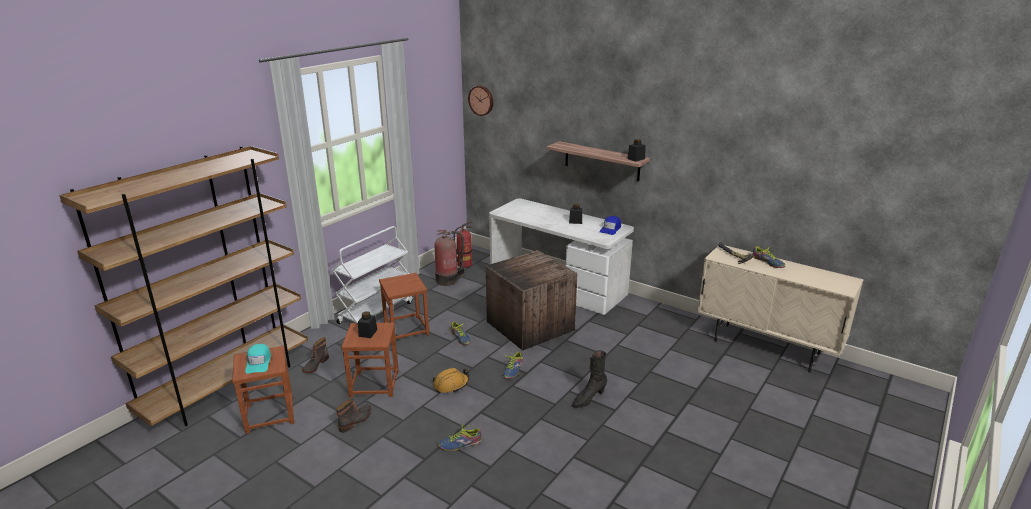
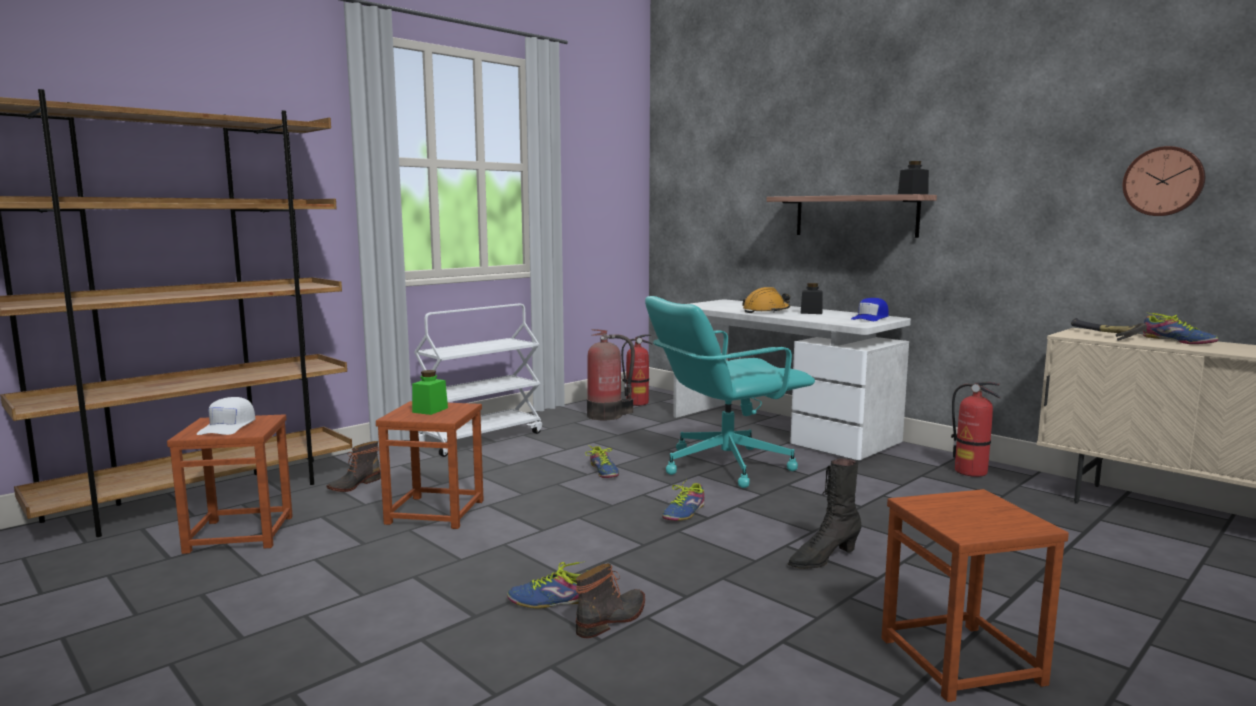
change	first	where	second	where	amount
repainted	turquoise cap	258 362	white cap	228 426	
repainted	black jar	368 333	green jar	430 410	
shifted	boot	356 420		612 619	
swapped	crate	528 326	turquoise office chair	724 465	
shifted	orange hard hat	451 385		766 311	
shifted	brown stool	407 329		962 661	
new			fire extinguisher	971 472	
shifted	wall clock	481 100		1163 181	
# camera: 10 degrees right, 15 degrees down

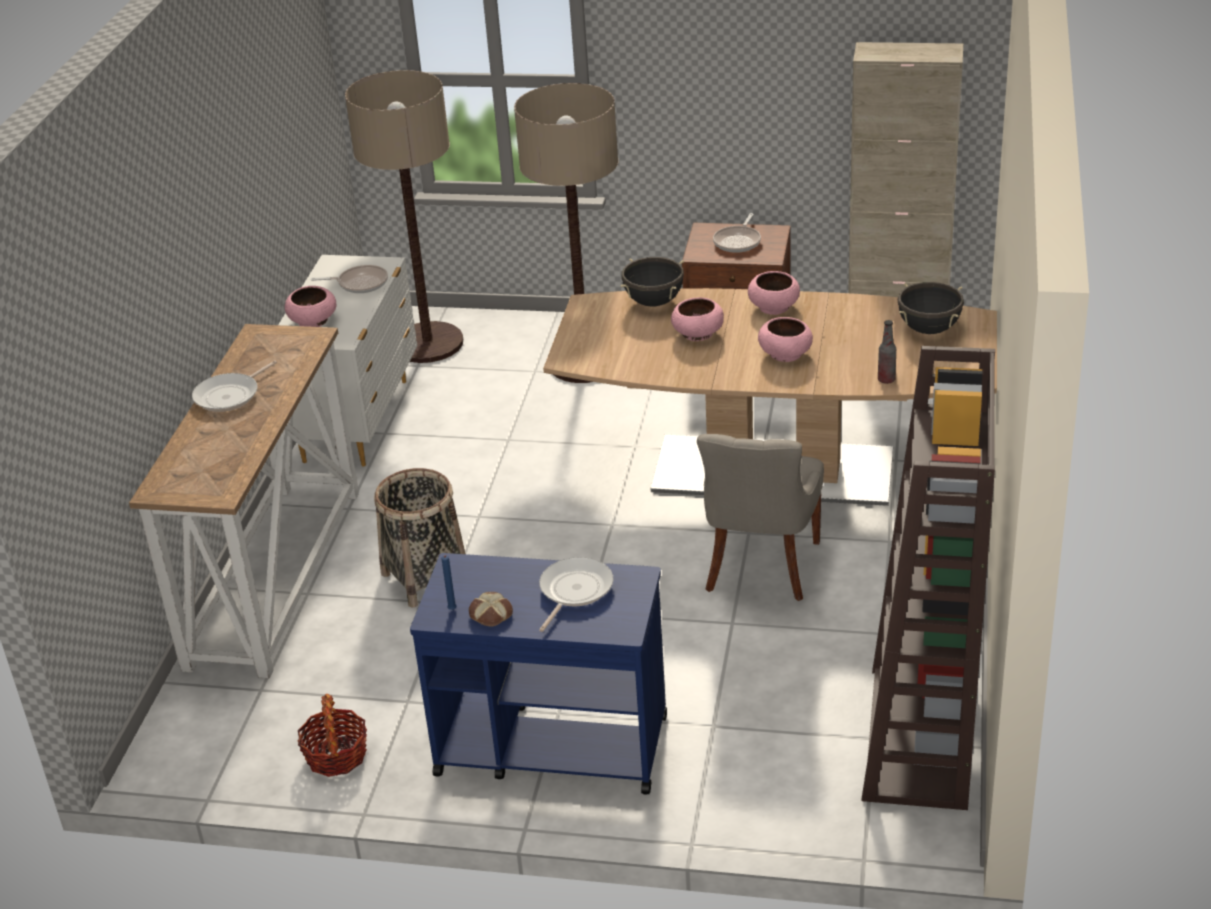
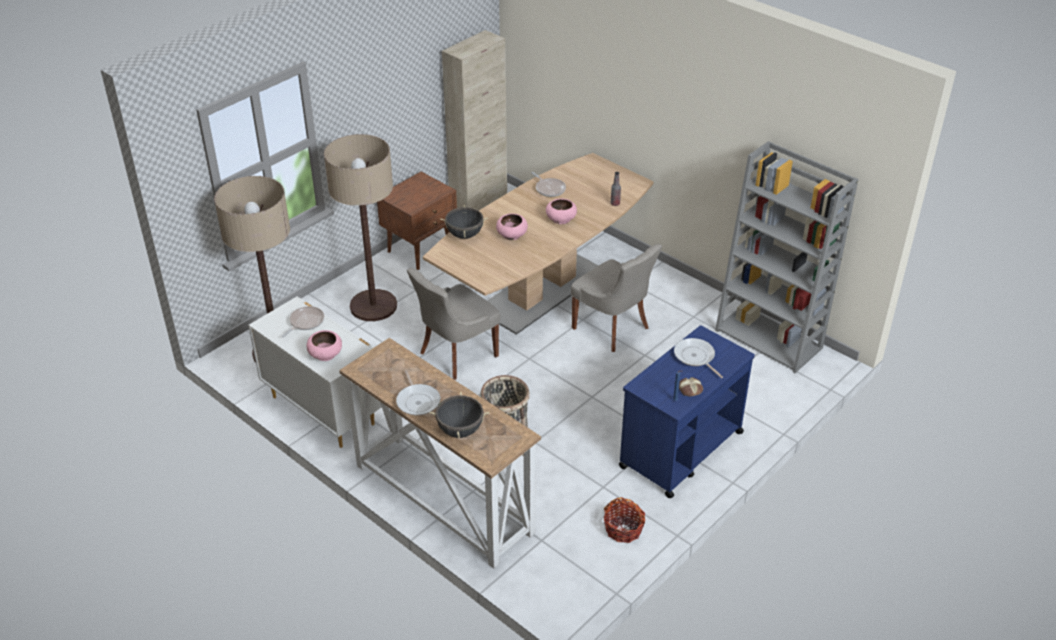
change	first	where	second	where	amount
new			grey chair	456 354	
shifted	black cooking pot	929 329		460 430	
shifted	frying pan	738 241		549 189	
repainted	brown bookcase	920 738	grey bookcase	769 339	
gone	pink bowl	774 307			
# camera: 60 degrees left, 5 degrees up

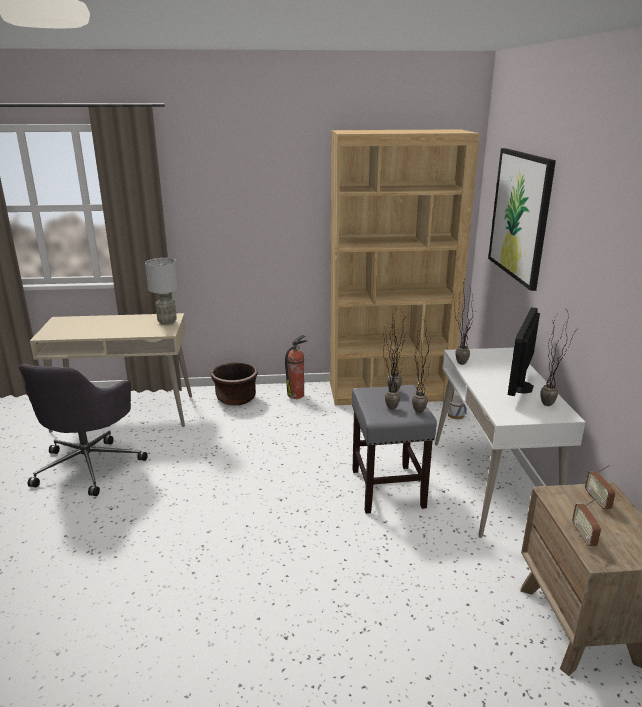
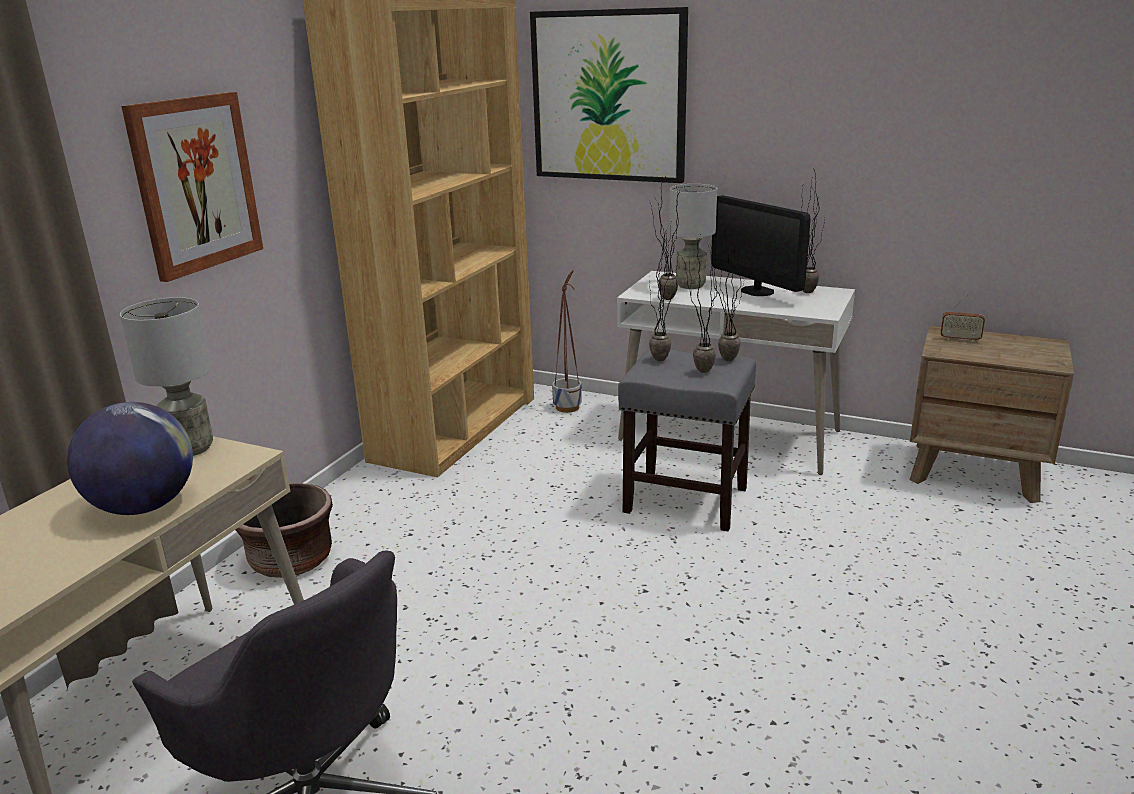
change	first	where	second	where	amount
new			globe	144 507	
new			picture	195 184	
new			grey table lamp	691 286	
gone	fire extinguisher	296 394			
gone	radio	583 536			
# camera: 60 degrees left, 0 degrees up

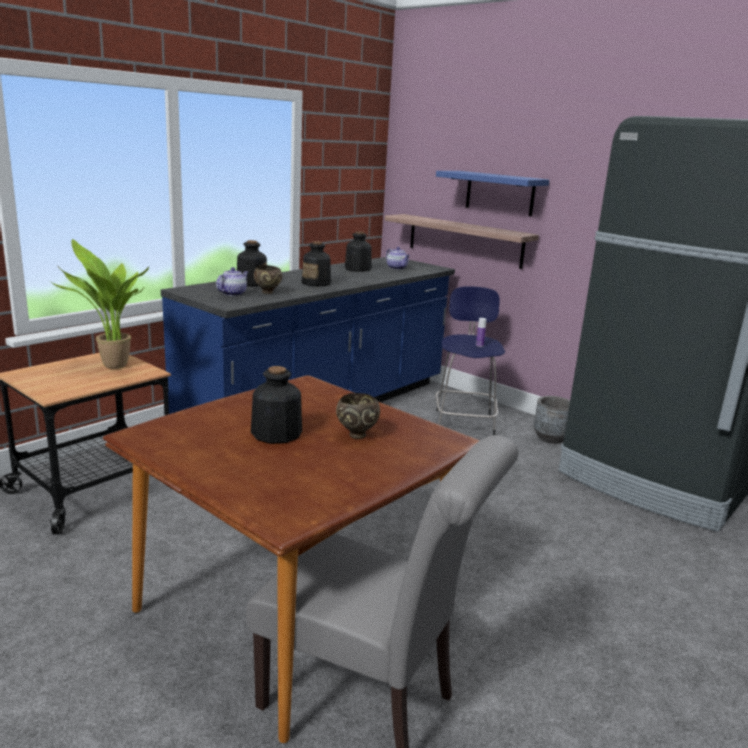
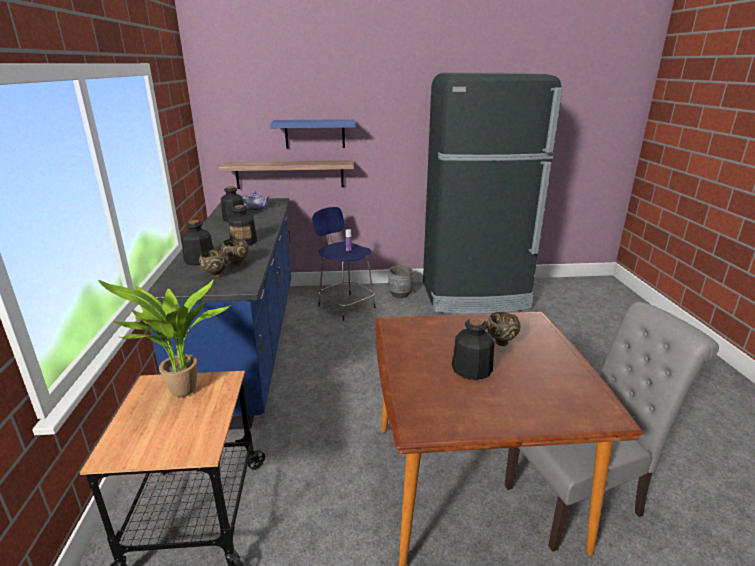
change	first	where	second	where	amount
swapped	teapot	233 294	brown bowl	216 276	
# camera: 45 degrees left, 5 degrees up

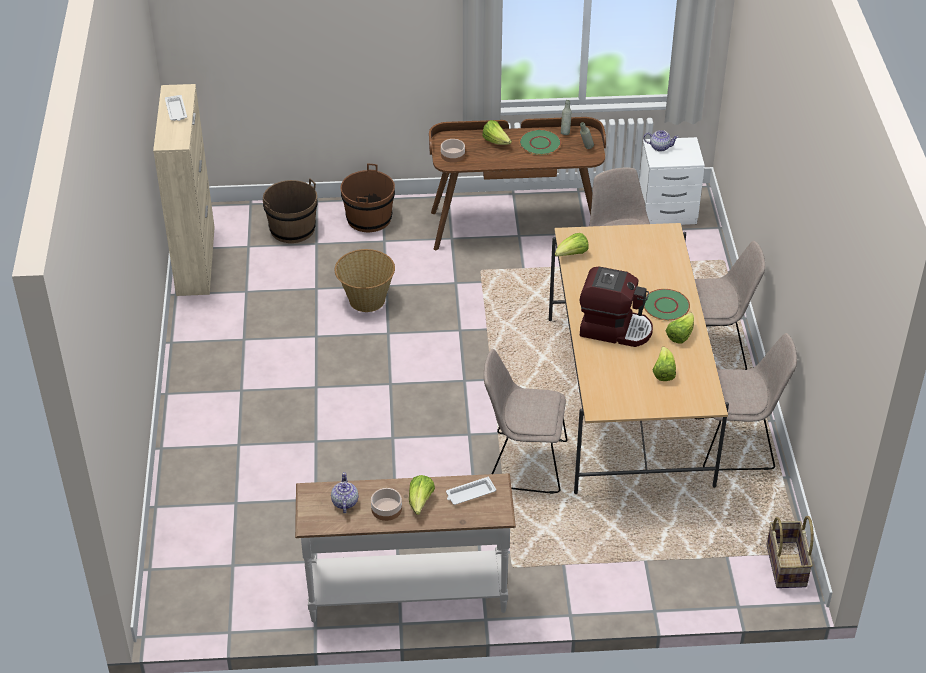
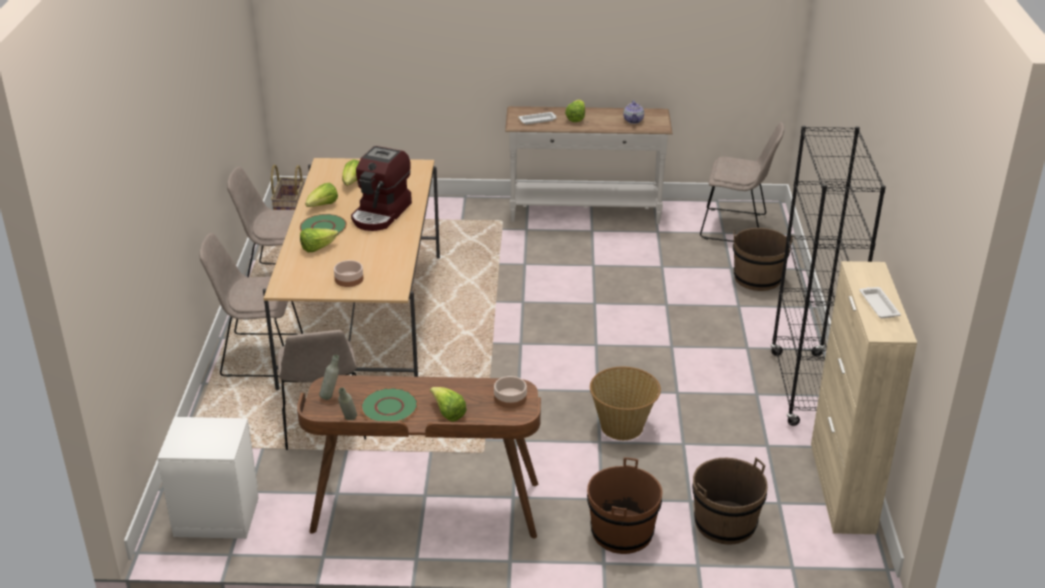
change	first	where	second	where	amount
shifted	lettuce	572 254		317 248	
shifted	bowl	386 508		349 279	
rotated	coffee machine	614 328		381 213	90 degrees counterclockwise
shifted	beige chair	523 463		736 227	
new			brown bucket	757 278	
new			black bookcase	805 389	
gone	teapot	659 147			
# camera: 175 degrees left, 10 degrees down

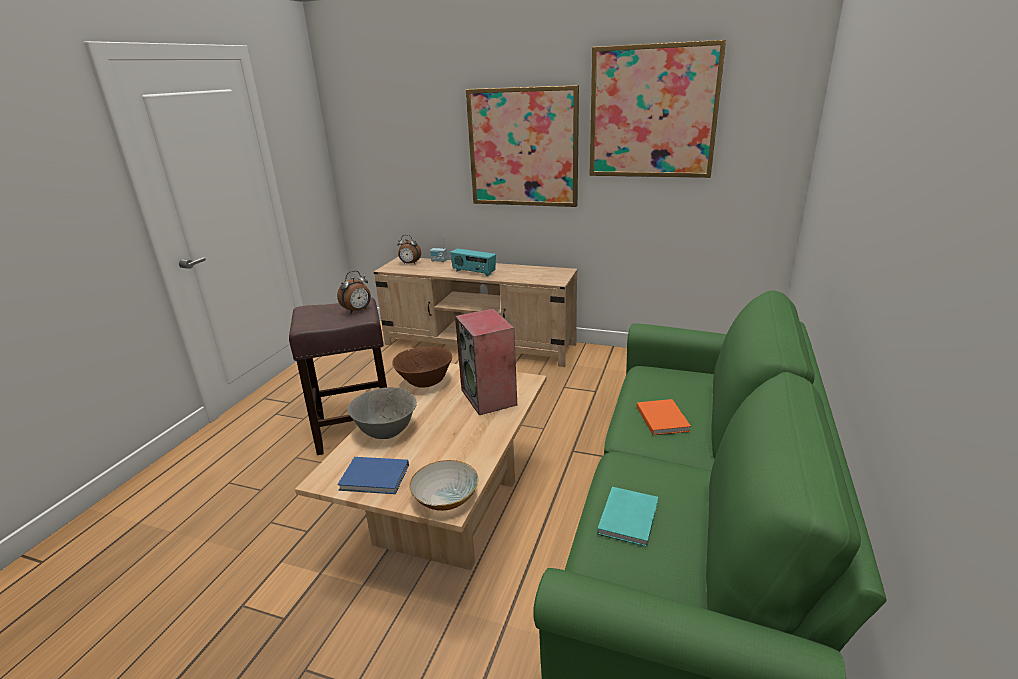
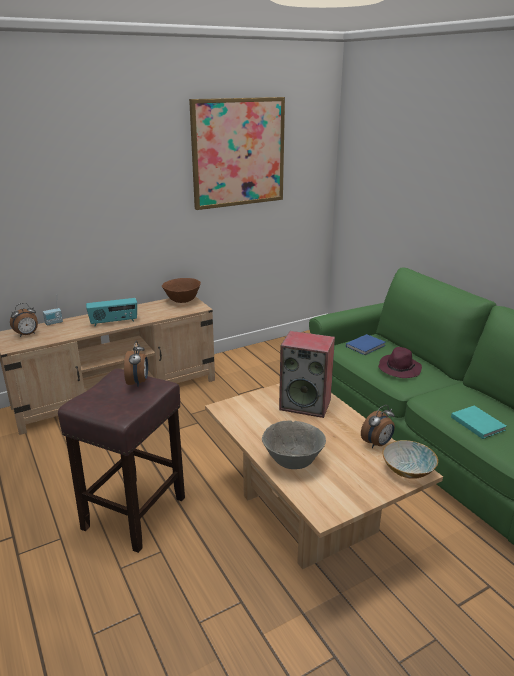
change	first	where	second	where	amount
shifted	brown bowl	425 383		182 301	
shifted	blue book	376 478		366 346	
new			alarm clock	377 444	
swapped	orange book	662 418	purple hat	399 369	
gone	picture	523 148			
# camera: 50 degrees left, 0 degrees up

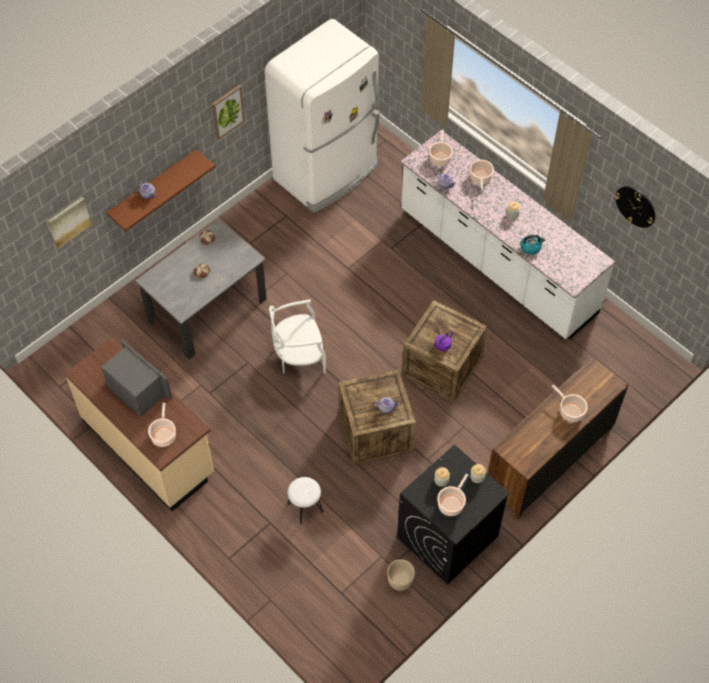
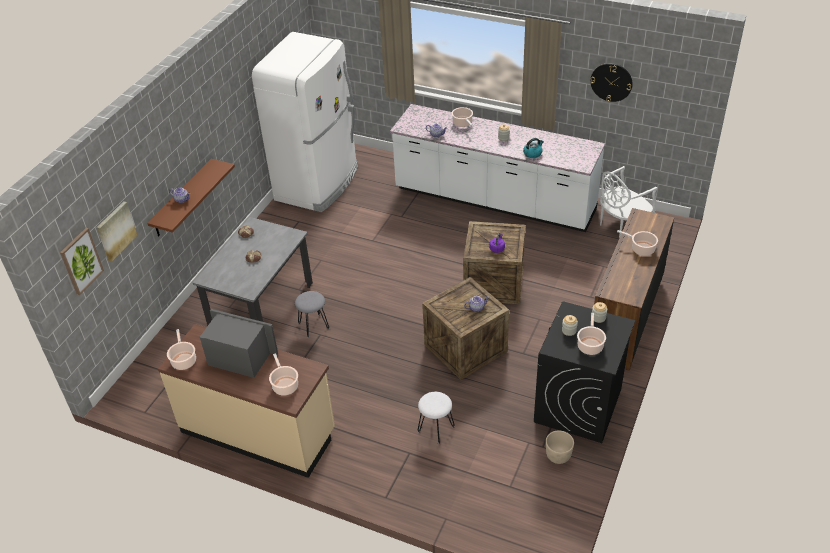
change	first	where	second	where	amount
shifted	picture	227 111		81 261	
shifted	cooking pot	440 158		183 360	
new			grey stool	314 326	
shifted	white chair	299 356		621 224	
# camera: 20 degrees left, 15 degrees down

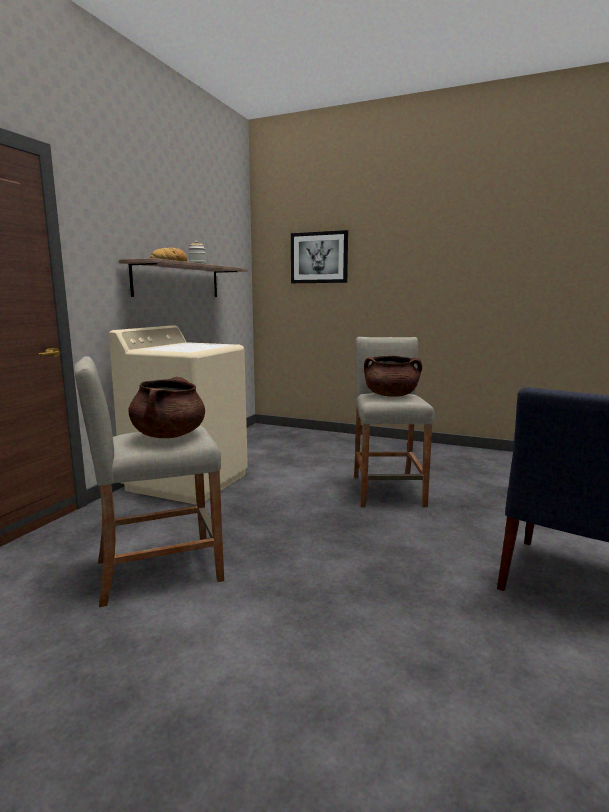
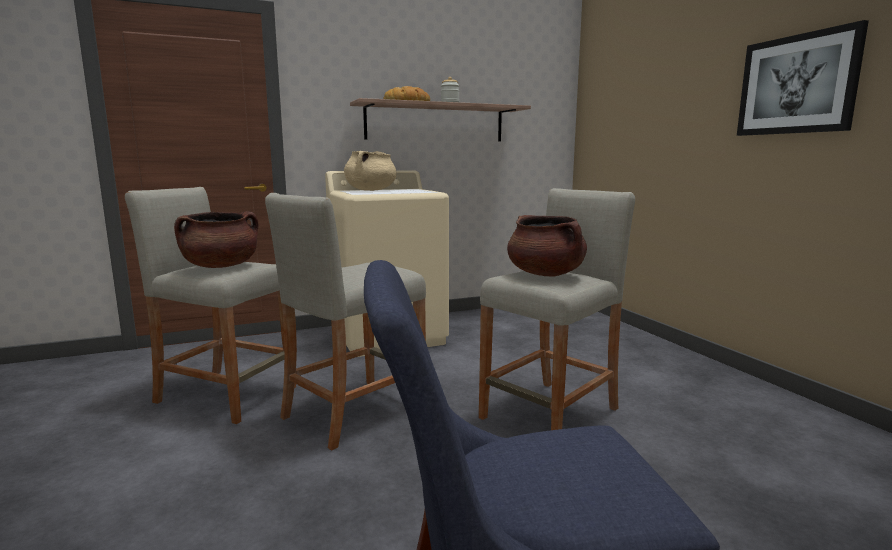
change	first	where	second	where	amount
new			beige stool	354 412	
new			beige cooking pot	371 190	
shifted	picture	319 257		797 84	
# camera: 45 degrees right, 0 degrees up

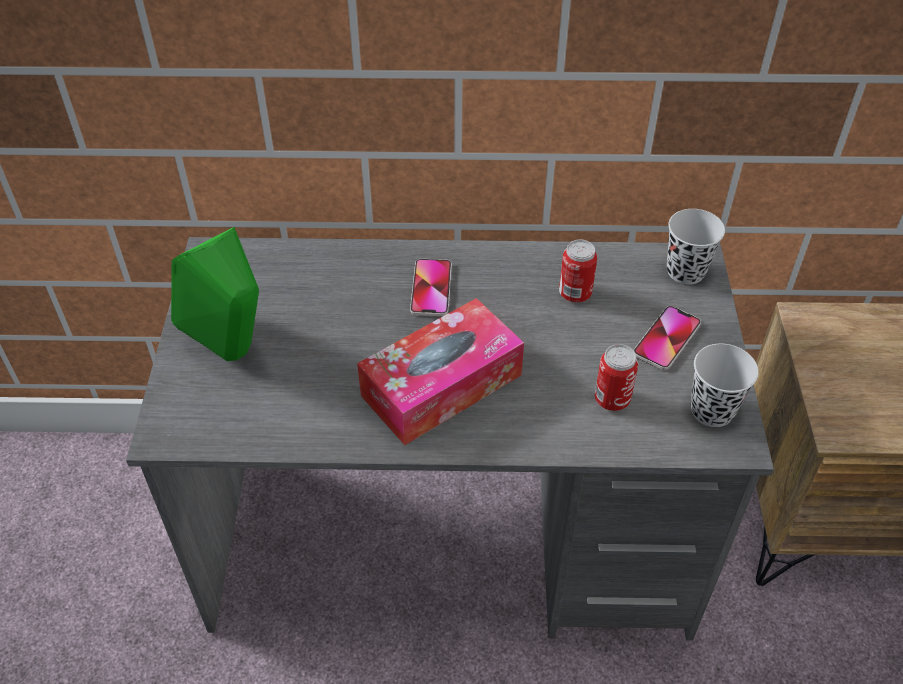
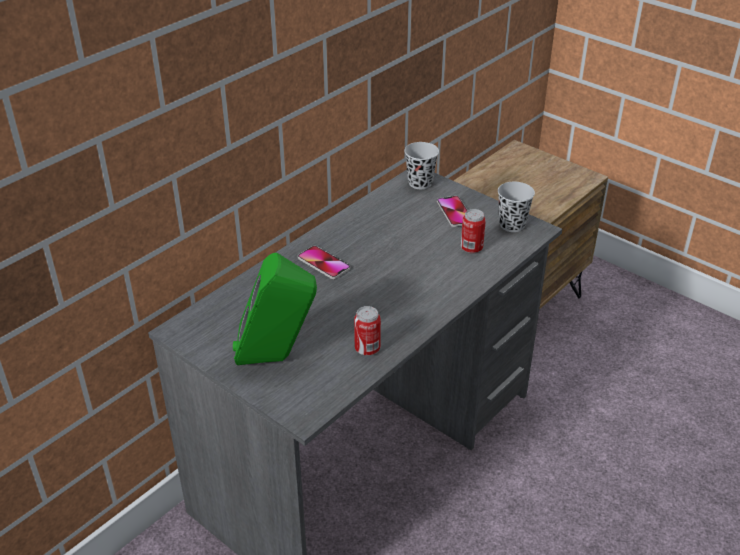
change	first	where	second	where	amount
shifted	can	575 293		367 349	
gone	tissue box	441 385			
# camera: 50 degrees left, 10 degrees down

